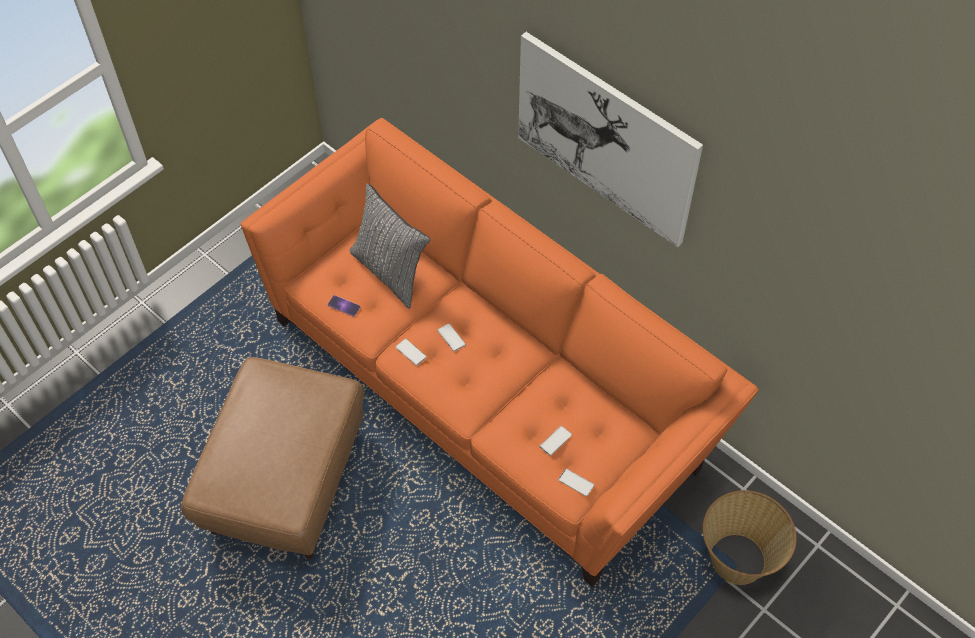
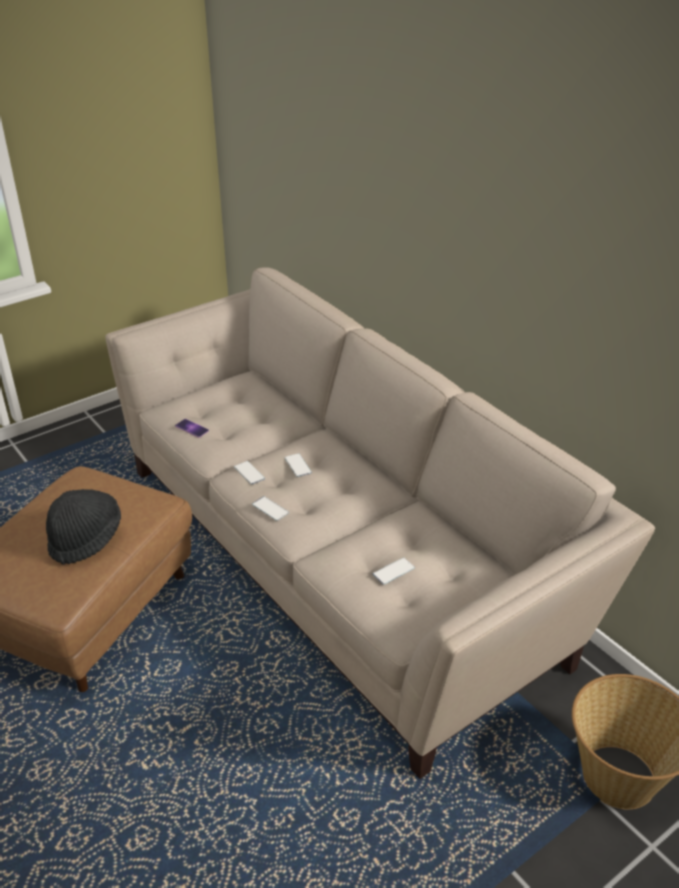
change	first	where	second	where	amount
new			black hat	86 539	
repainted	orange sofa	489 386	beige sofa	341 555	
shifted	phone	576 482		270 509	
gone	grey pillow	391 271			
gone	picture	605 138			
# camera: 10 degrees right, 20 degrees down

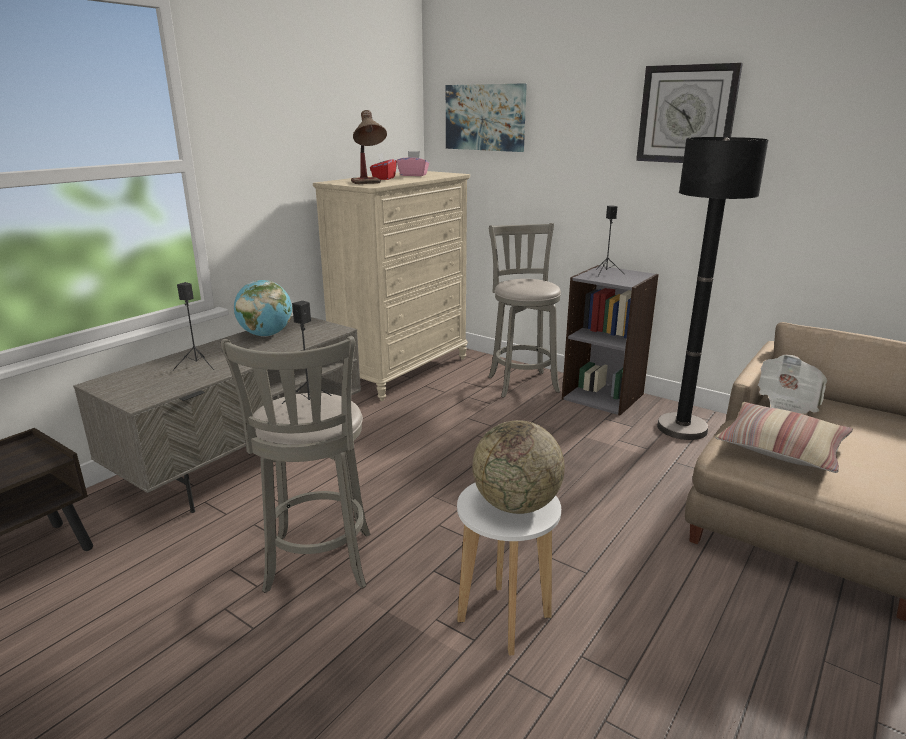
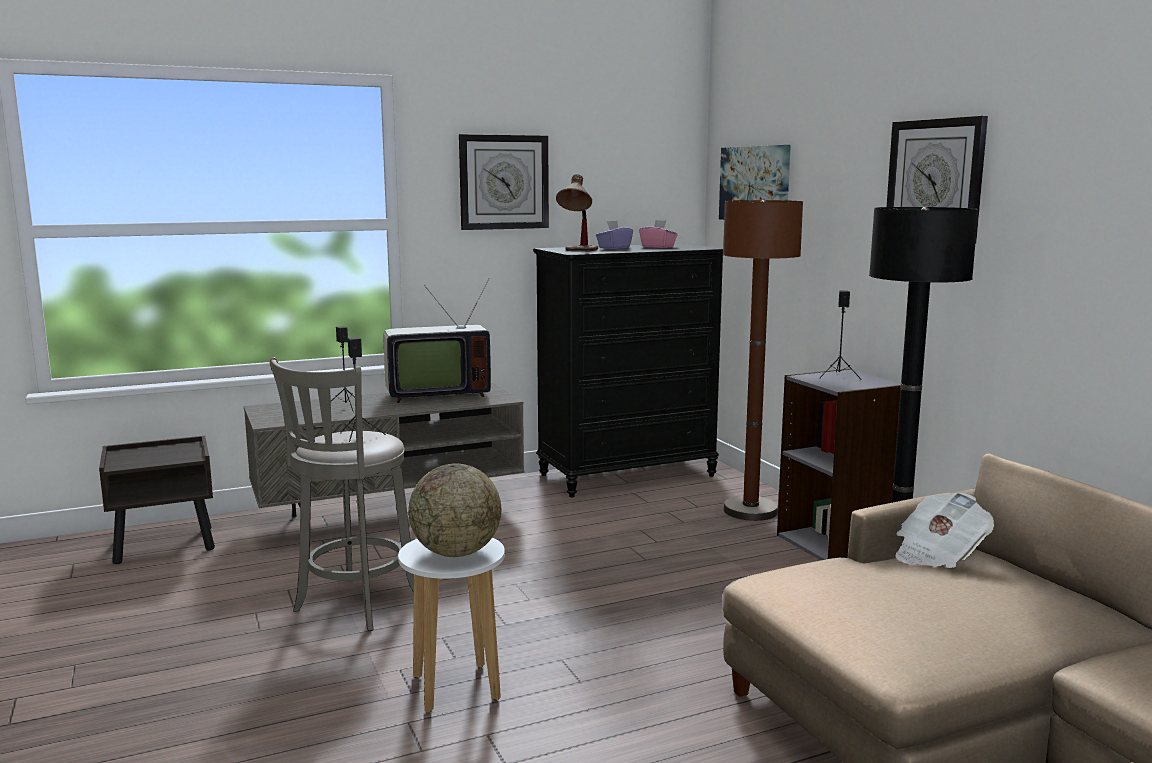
change	first	where	second	where	amount
swapped	globe	266 335	television	435 394	
new			wall clock	504 182	
repainted	beige dresser	402 370	black dresser	627 475	
repainted	red tissue box	383 178	purple tissue box	614 248	
swapped	grey stool	522 382	brown floor lamp	750 511	
gone	pillow	782 448			
# camera: 30 degrees right, 10 degrees down

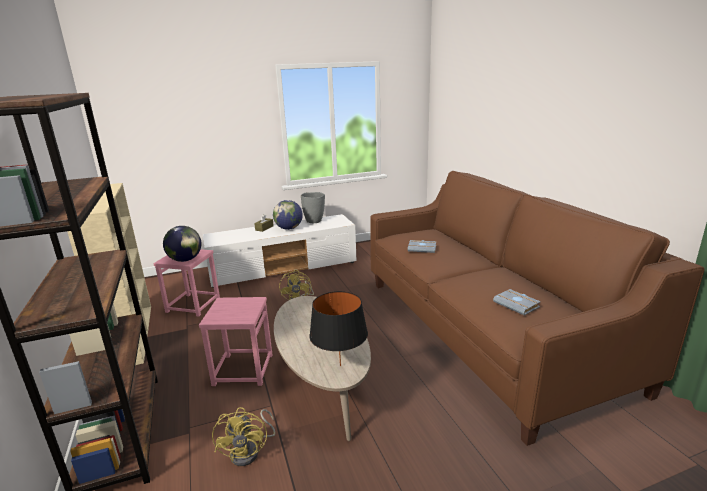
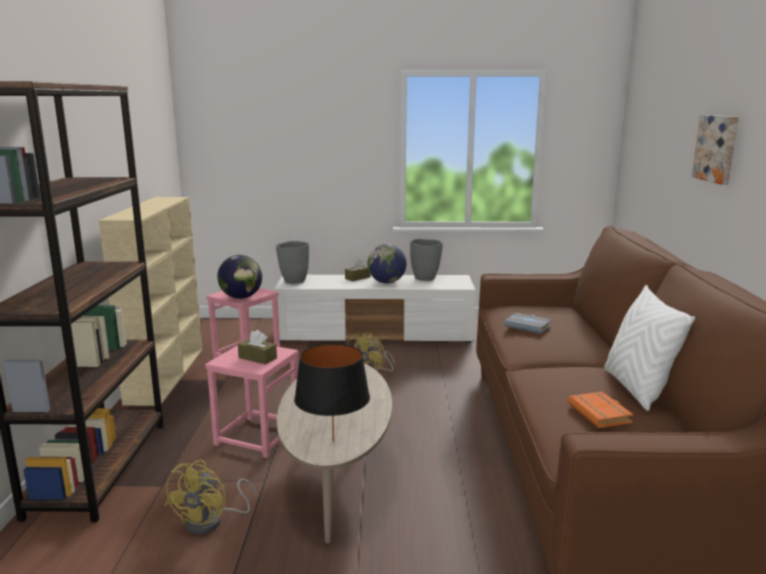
change	first	where	second	where	amount
new			brown tissue box	257 358	
new			grey vase	294 281	
repainted	grey book	517 305	orange book	601 414	
new			white pillow	637 389	
new			picture	717 148	
# camera: 20 degrees right, 5 degrees down

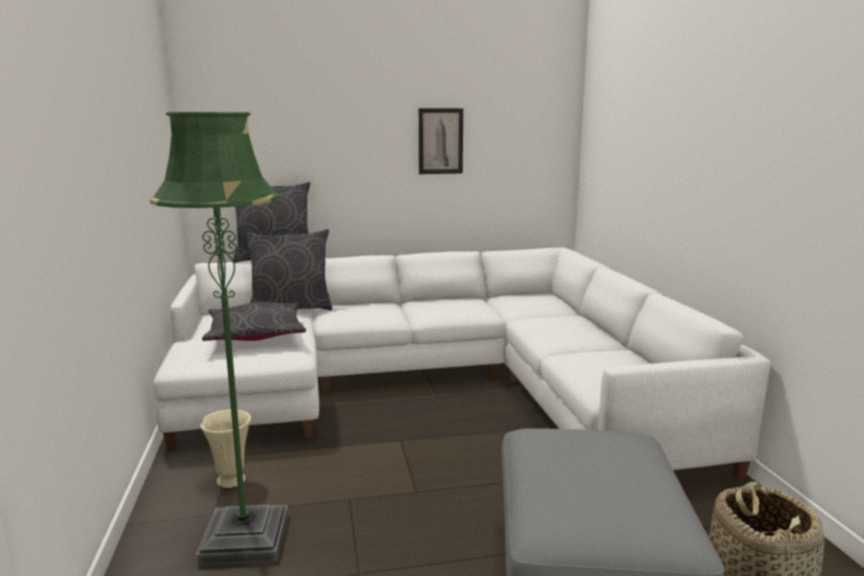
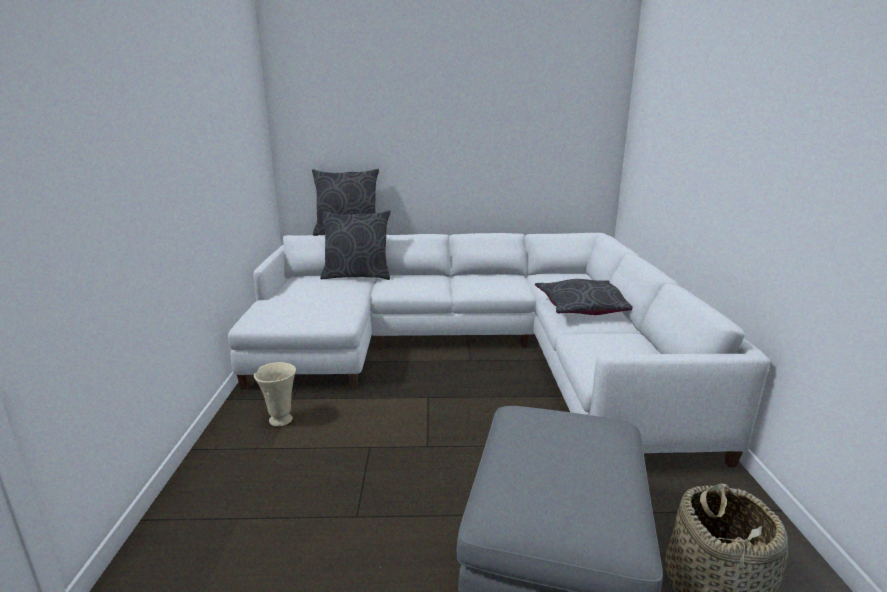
change	first	where	second	where	amount
shifted	grey pillow	256 334		583 307	
gone	green floor lamp	245 538			
gone	picture	440 141			
# camera: 10 degrees right, 5 degrees up

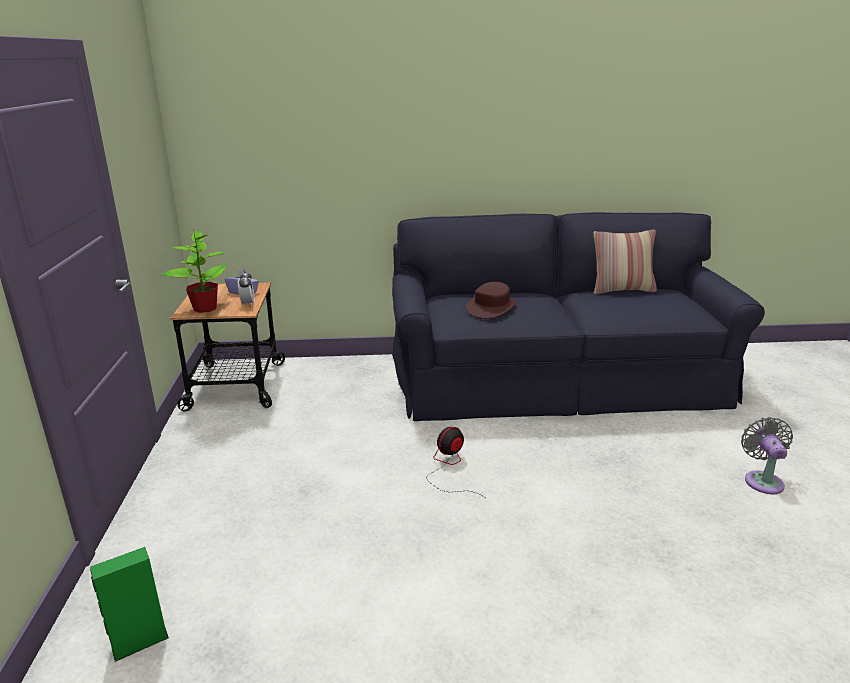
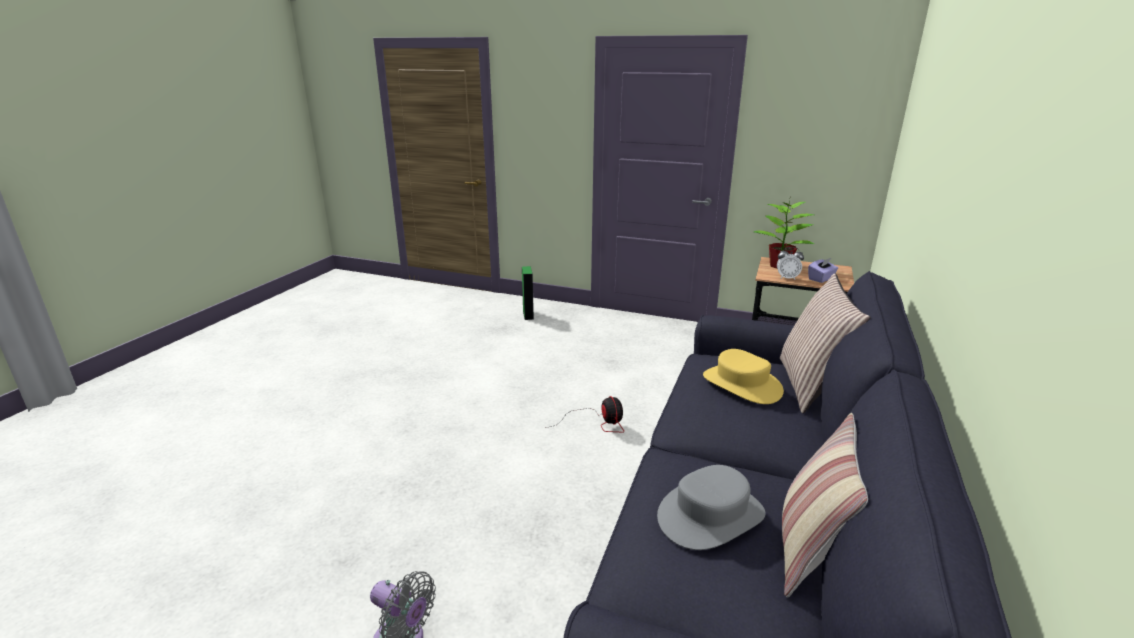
change	first	where	second	where	amount
new			grey hat	710 515	
repainted	brown hat	491 308	yellow hat	741 384	
new			pillow	810 385	
# camera: 115 degrees right, 0 degrees up

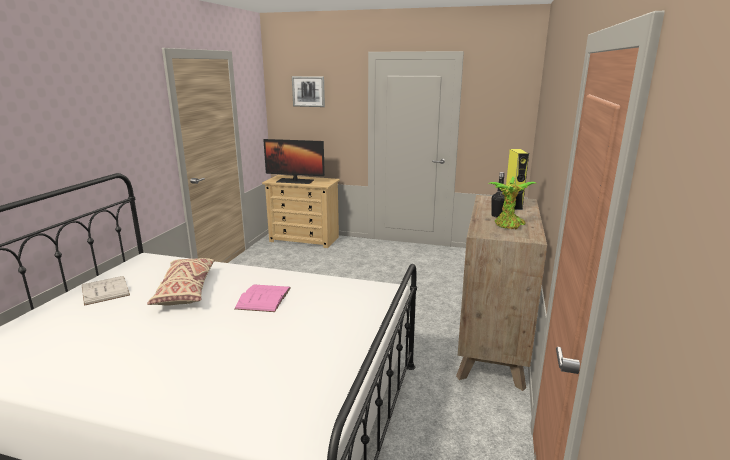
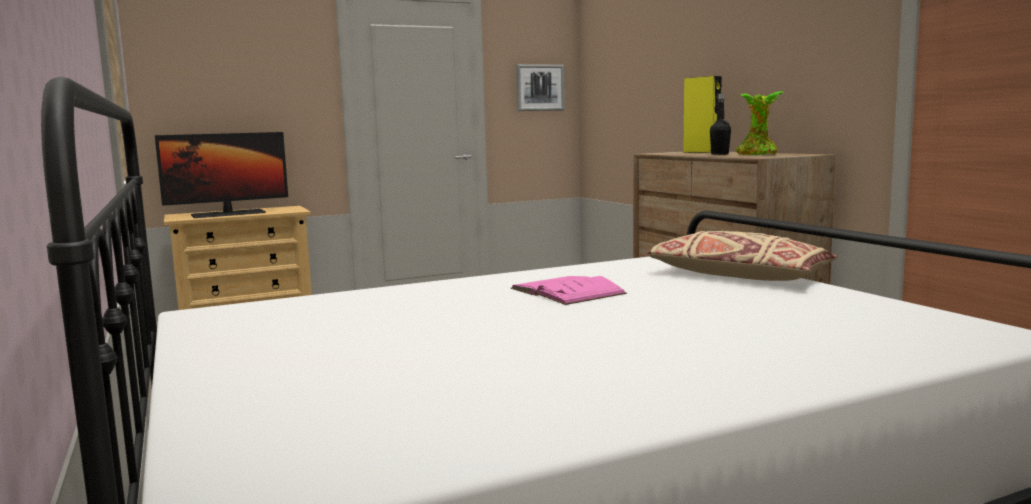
change	first	where	second	where	amount
shifted	picture	308 91		539 87	
shifted	beige pillow	186 290		737 276	
gone	white book	105 290			
# camera: 40 degrees left, 10 degrees down

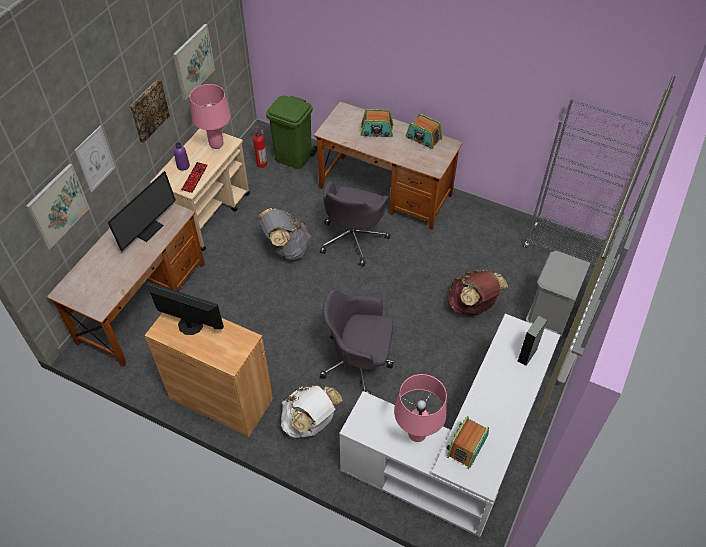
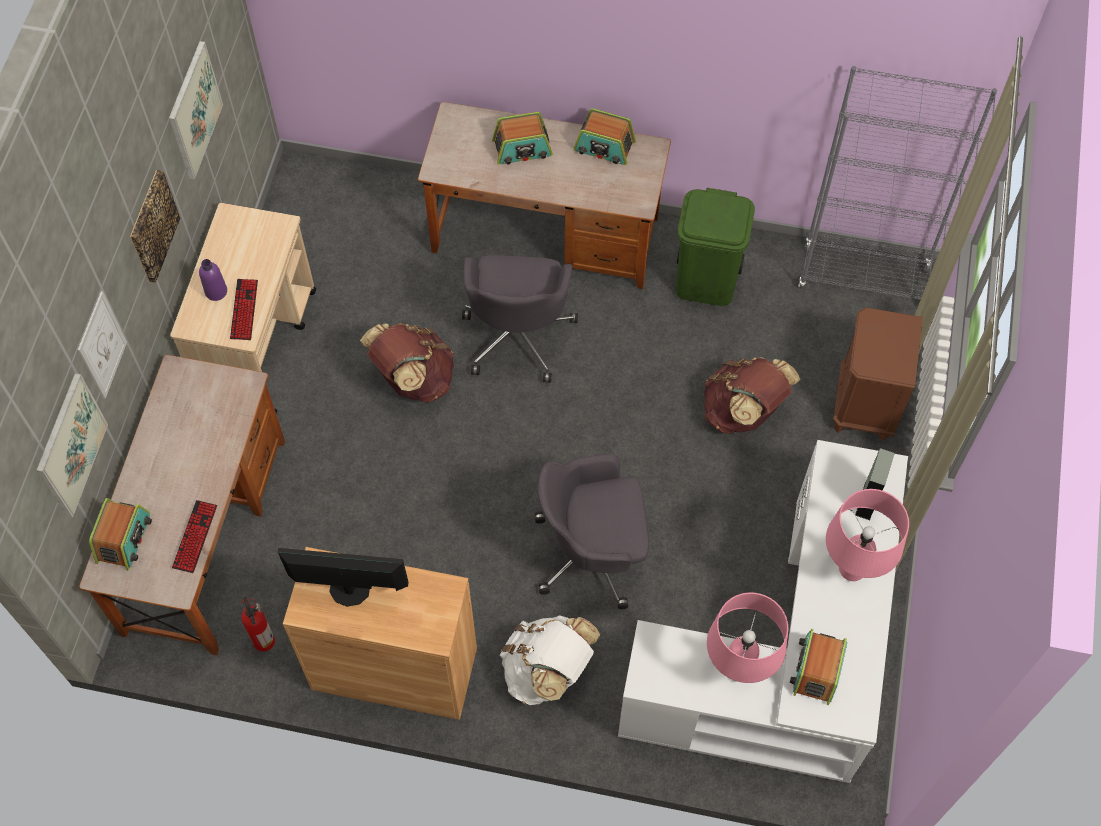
change	first	where	second	where	amount
new			radio	124 538	
new			keyboard	195 537	
shifted	fire extinguisher	261 163		263 639	
repainted	grey backpack	287 248	brown backpack	413 379	
shifted	green trash can	294 157		707 282	
shifted	pink table lamp	216 145		851 570	
repainted	grey nightstand	548 318	brown nightstand	864 405	
gone	monitor	146 228			
# camera: 15 degrees left, 10 degrees up

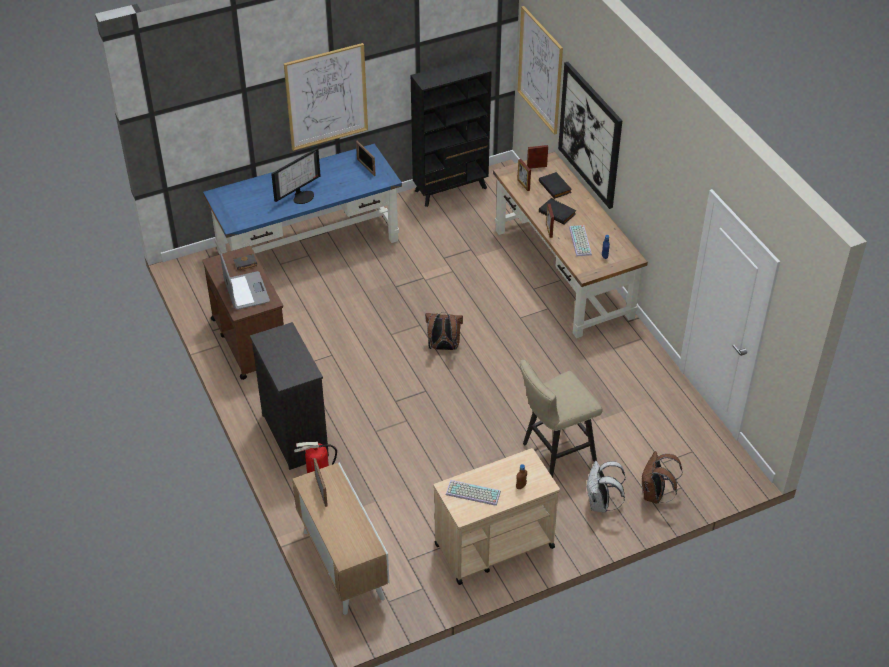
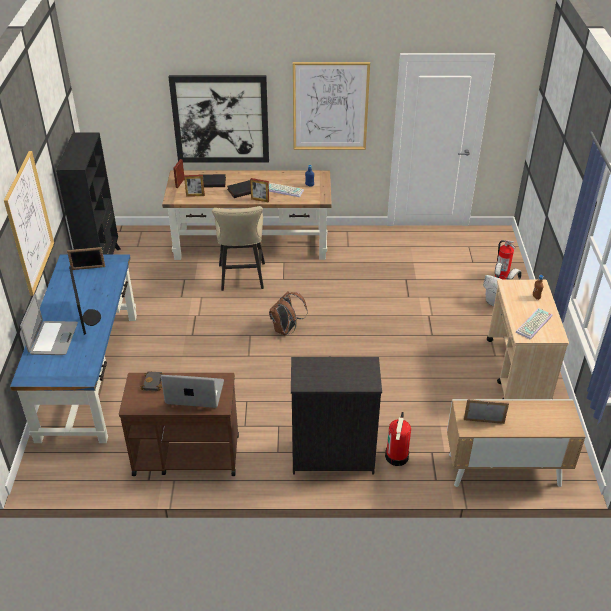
change	first	where	second	where	amount
new			laptop	53 339	
shifted	beige stool	554 453		242 279	
shifted	picture	540 70		330 106	
swapped	brown backpack	655 495	fire extinguisher	501 276	
# camera: 65 degrees left, 5 degrees down

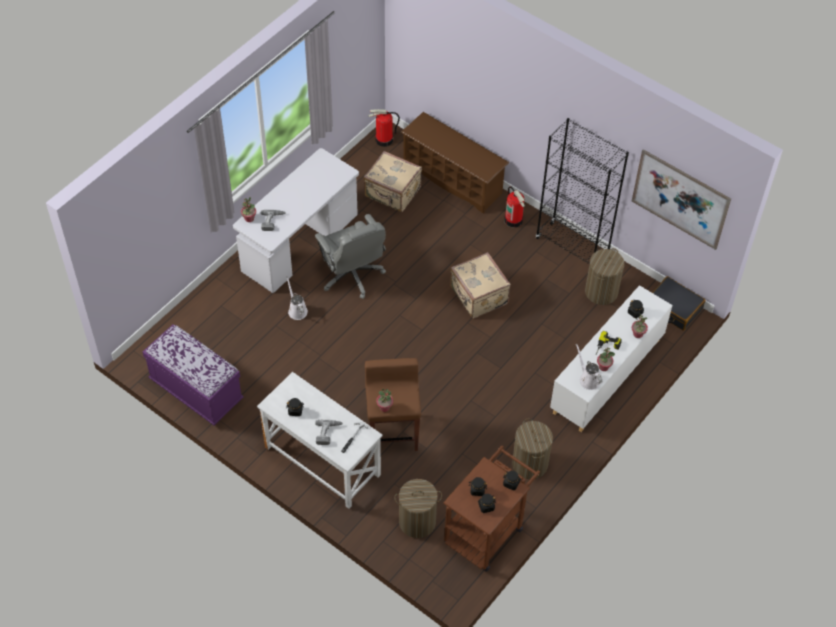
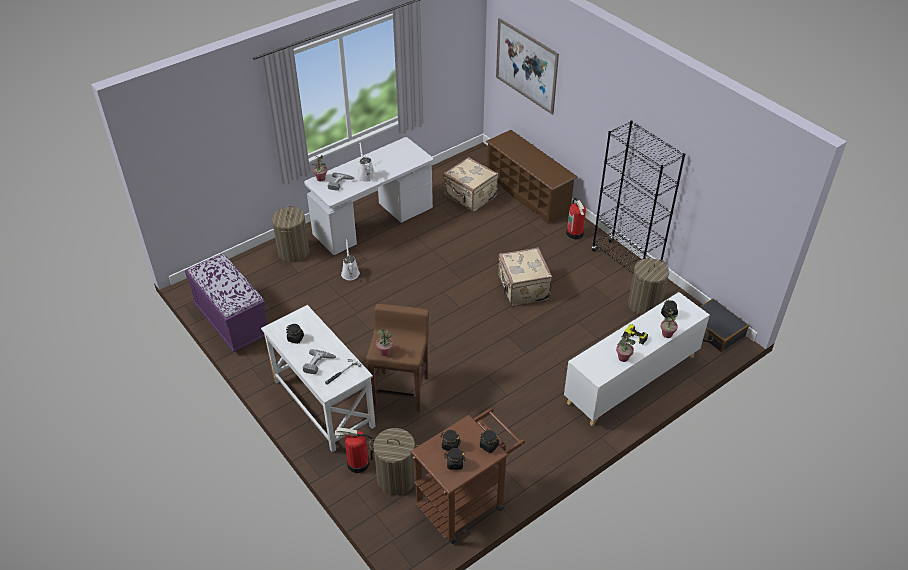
change	first	where	second	where	amount
shifted	laundry basket	529 464		293 252	
shifted	fire extinguisher	384 140		358 464	
shifted	white watering can	588 379		366 175	
shifted	picture	680 199		526 65	
gone	grey office chair	352 275			
# camera: 15 degrees right, 10 degrees down

